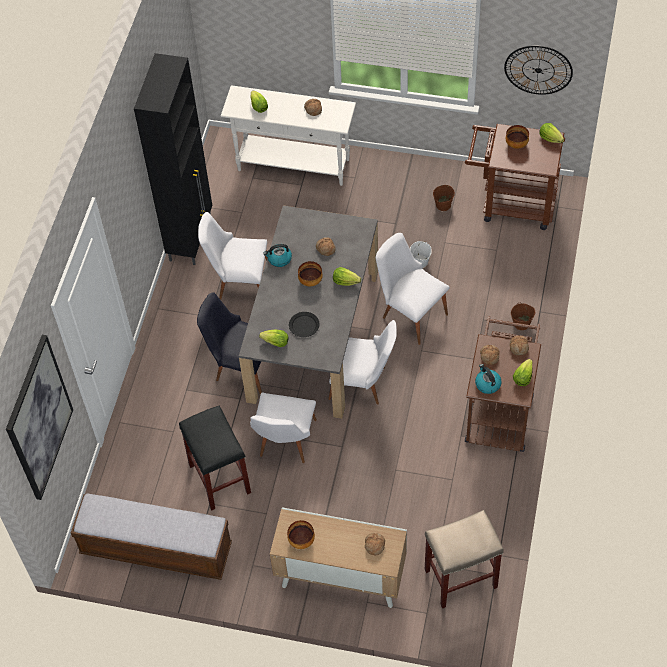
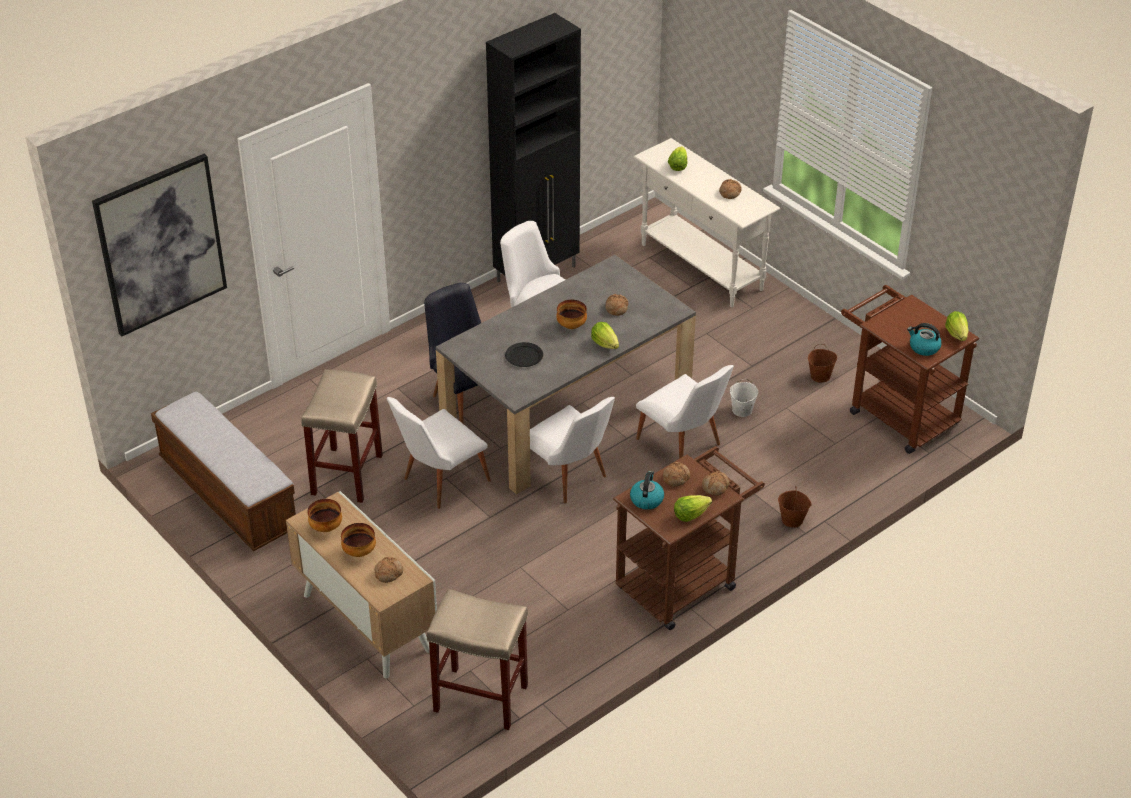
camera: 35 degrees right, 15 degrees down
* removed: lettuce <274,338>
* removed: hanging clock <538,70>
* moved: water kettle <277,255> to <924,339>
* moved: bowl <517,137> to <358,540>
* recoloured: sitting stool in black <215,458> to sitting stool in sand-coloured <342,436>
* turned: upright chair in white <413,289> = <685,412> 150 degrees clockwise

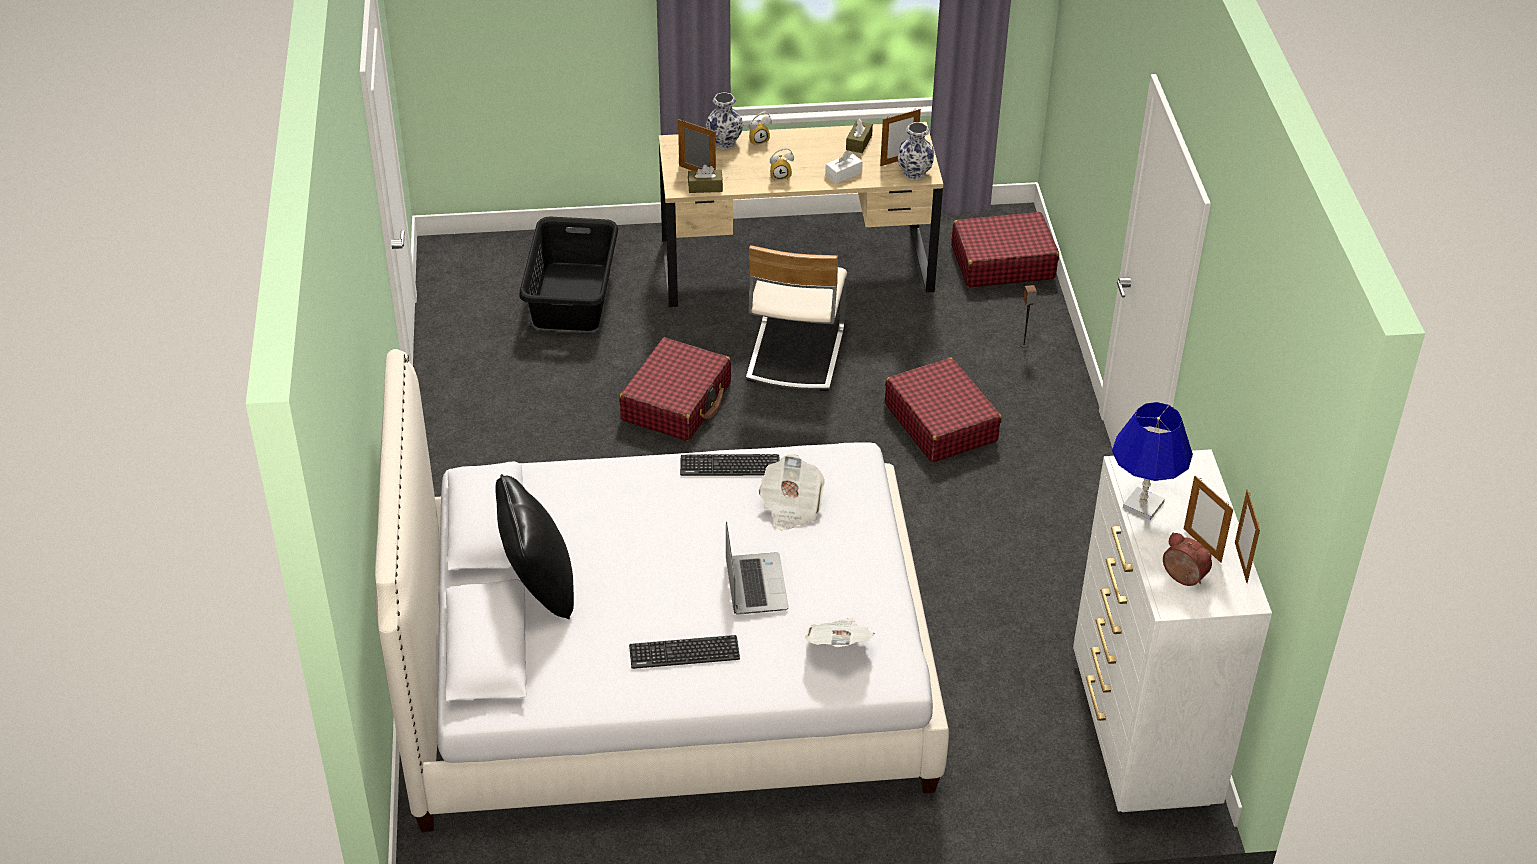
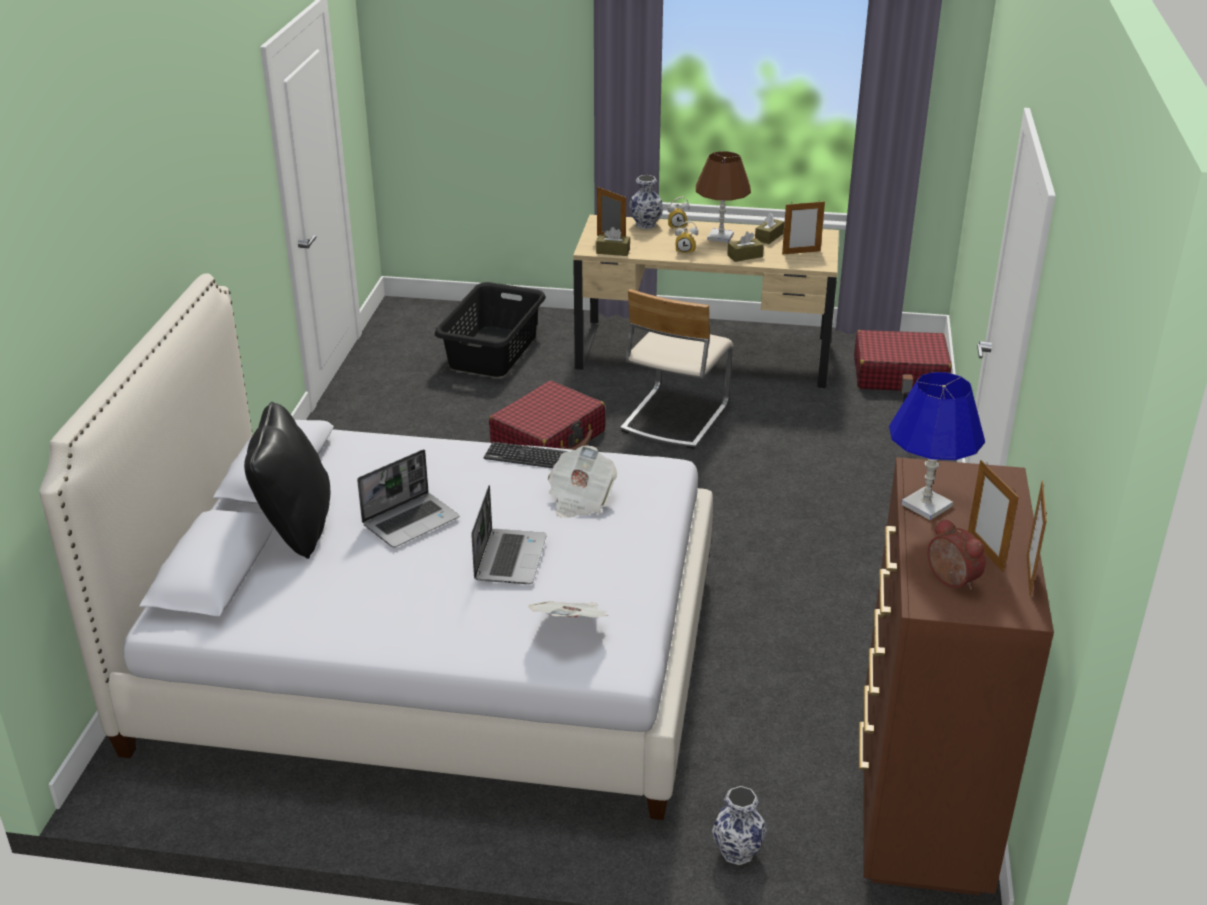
camera: 15 degrees right, 10 degrees down
* removed: computer keyboard <684,652>
* removed: piece of luggage in reddish <943,410>
* added: notebook computer <408,498>
* added: table lamp in brownish <723,197>
* moved: flower vase <916,151> to <739,825>
* recoloured: tissue holder in white <844,167> to tissue holder in brownish <745,247>
* recoloured: chest of drawers in white <1172,630> to chest of drawers in brownish <956,676>

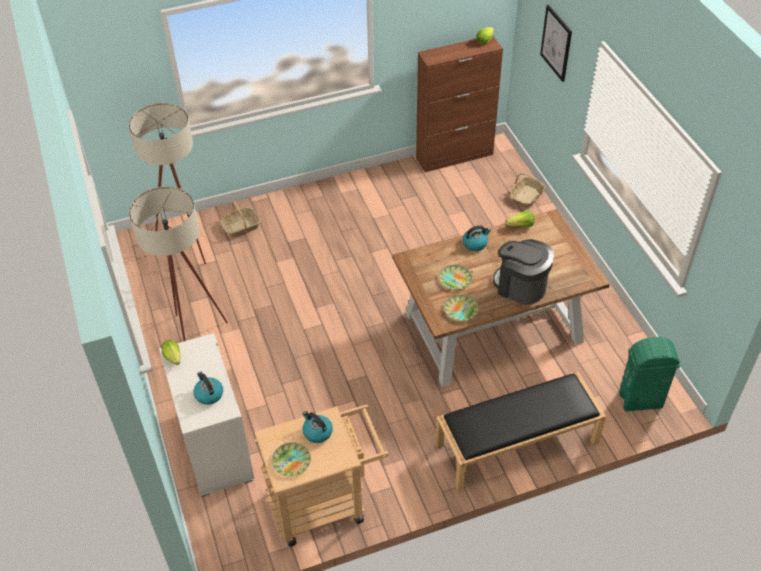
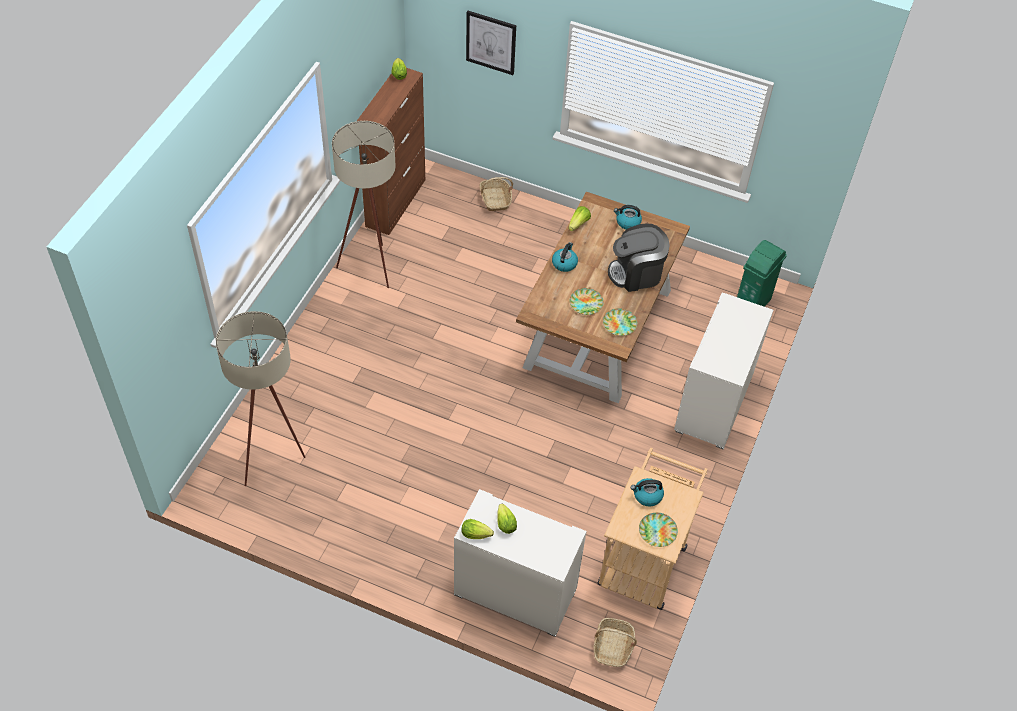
camera: 50 degrees left, 5 degrees up
* added: lettuce <507,519>
* moved: standing lamp in sand-coloured <178,263> to <364,204>
* moved: water kettle <208,388> to <628,217>
* moved: household basket <240,219> to <615,642>
* replaced: long seat in black <520,431> to chest of drawers in white <723,371>

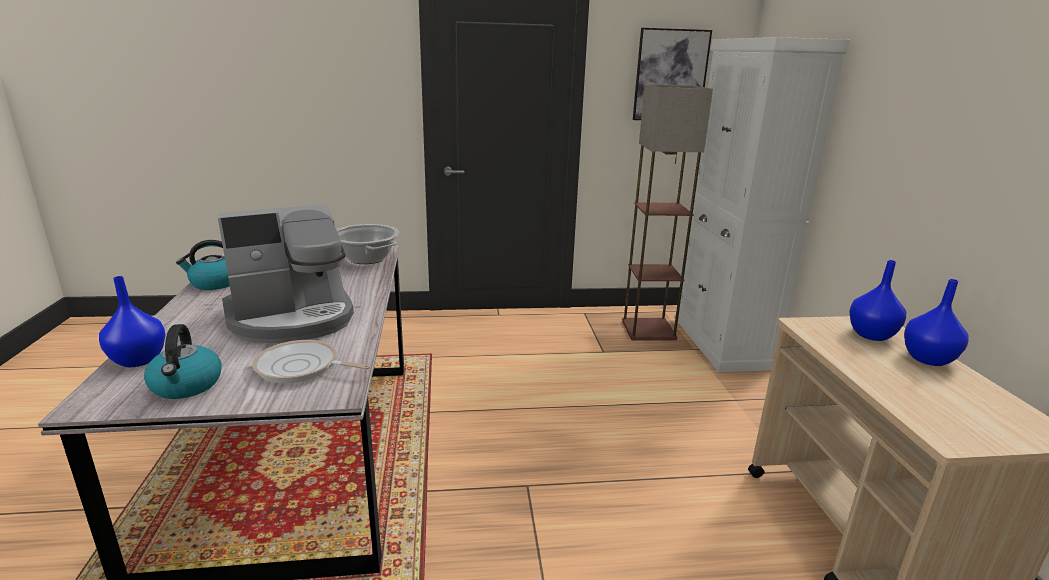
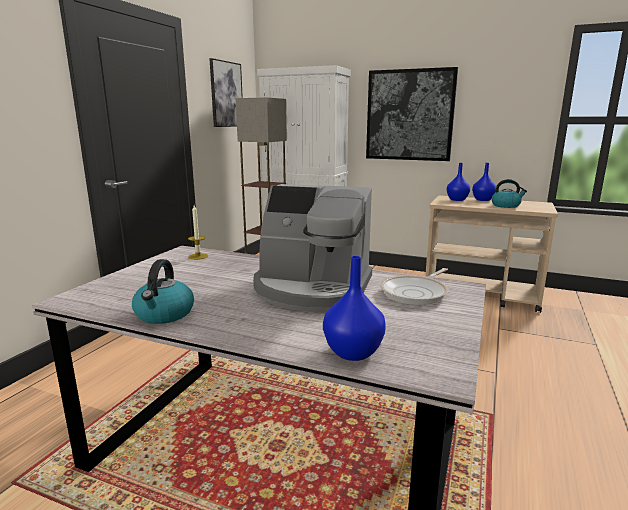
camera: 60 degrees left, 5 degrees down
* added: picture <412,114>
* moved: water kettle <183,361> to <509,193>
* replaced: saucepot <367,244> to wax candle <198,232>
* turned: coffee maker <286,273> = <312,248> 105 degrees clockwise

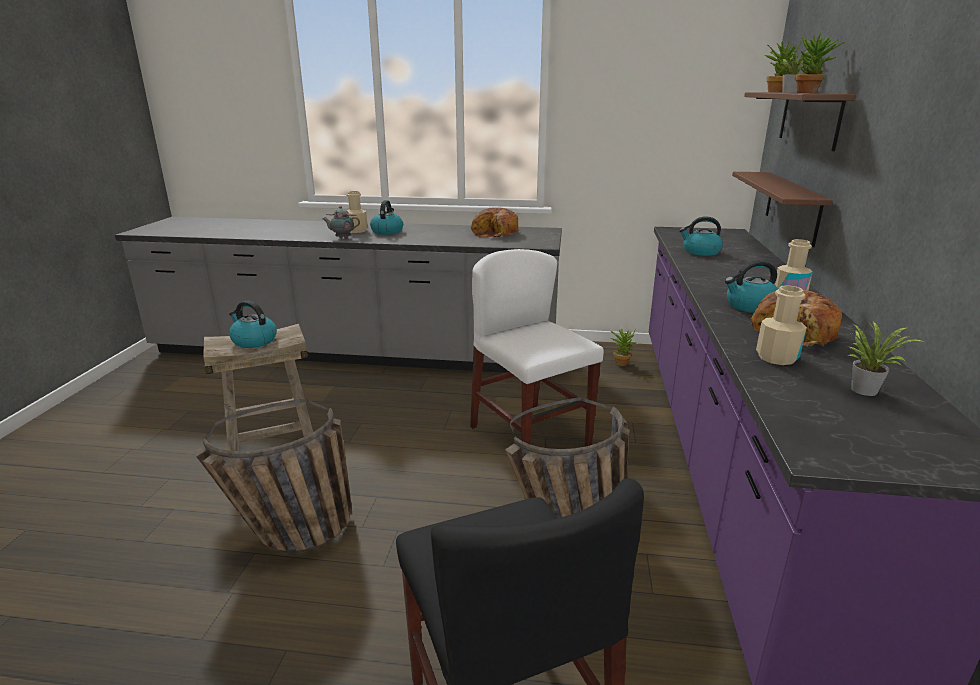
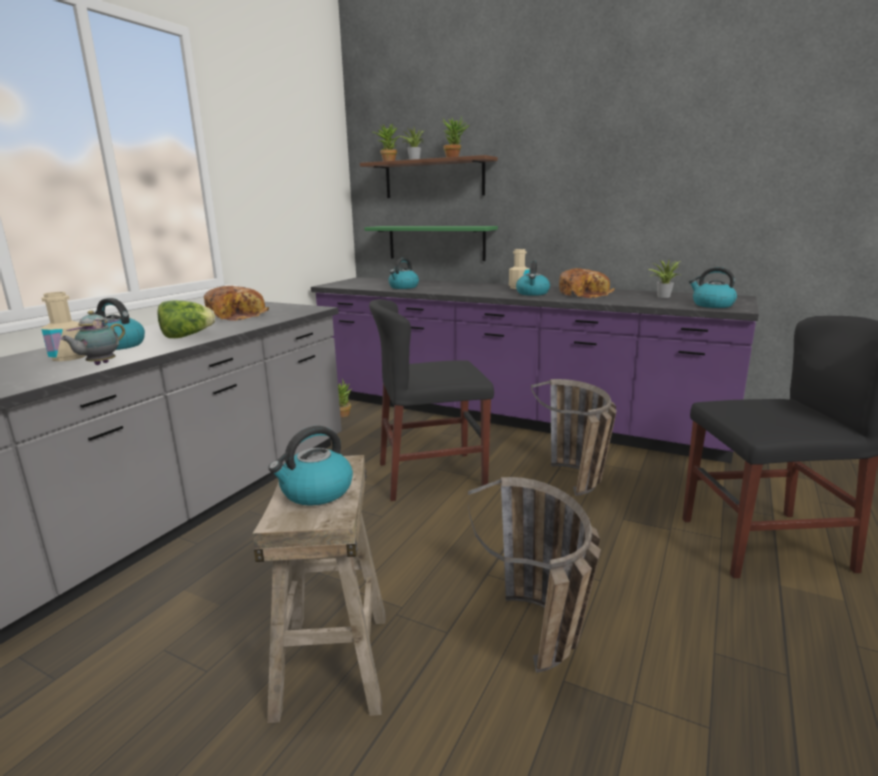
camera: 70 degrees left, 5 degrees down
* removed: beverage bottle in sand-coloured <781,325>
* added: lettuce <186,319>
* added: water kettle <713,287>
* recoloured: upright chair in white <537,348> to upright chair in black <431,400>
* recoloured: shelf in brownish <782,209> to shelf in green-coloured <431,243>

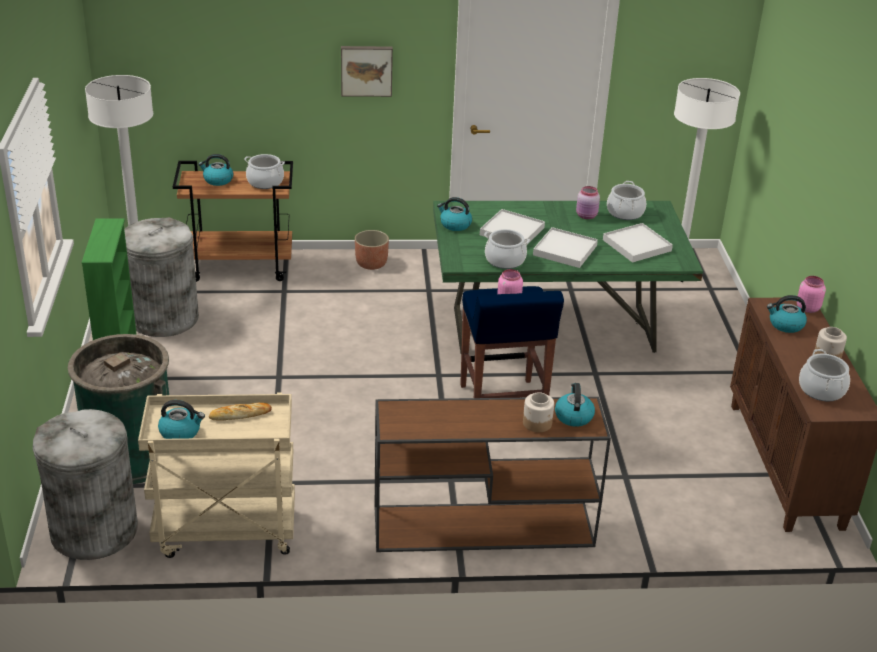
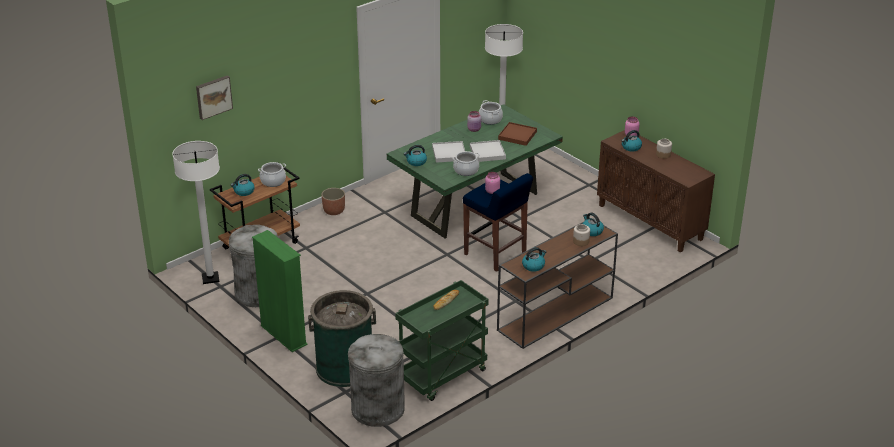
camera: 35 degrees left, 0 degrees up
* removed: saucepot <824,375>
* moved: water kettle <181,419> to <534,259>
* moved: picture <367,71> to <214,97>
* recoloured: wheeled cart in sand-coloured <216,475> to wheeled cart in green-coloured <442,340>
* recoloured: carrying tray in white <638,243> to carrying tray in brownish <517,134>

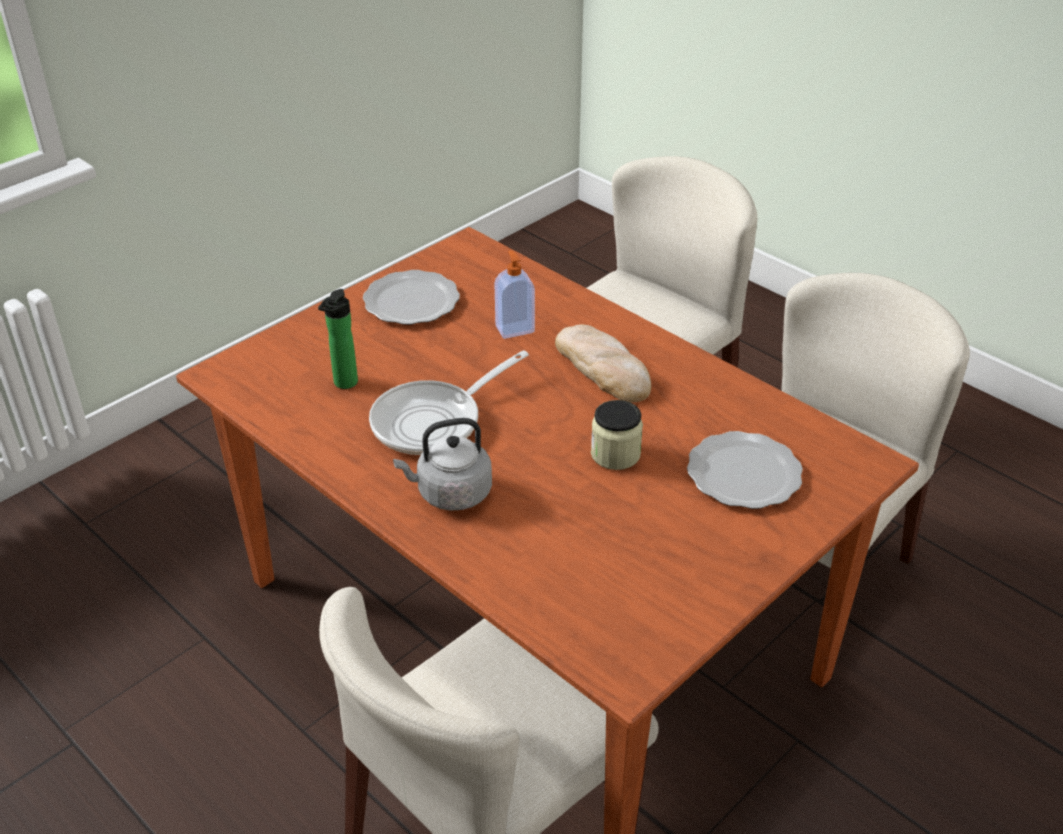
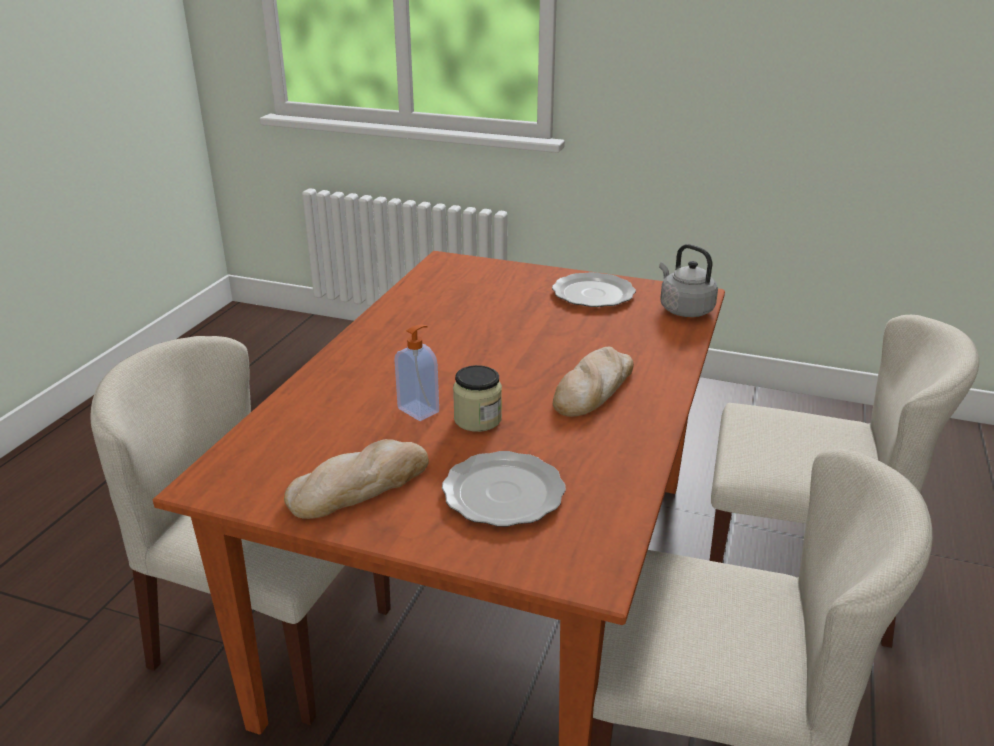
camera: 65 degrees right, 10 degrees down
* removed: beverage bottle <338,339>
* removed: frying pan <449,402>
* added: bread <356,479>
* moved: water kettle in gray <442,464> to <688,280>
* moved: soap bottle <515,295> to <416,373>

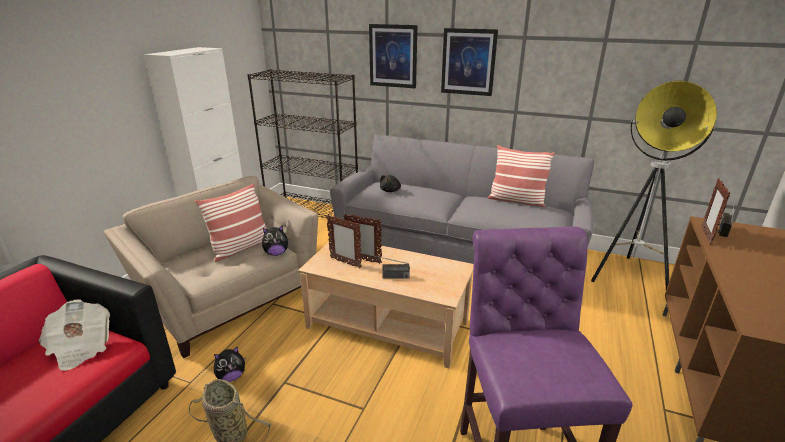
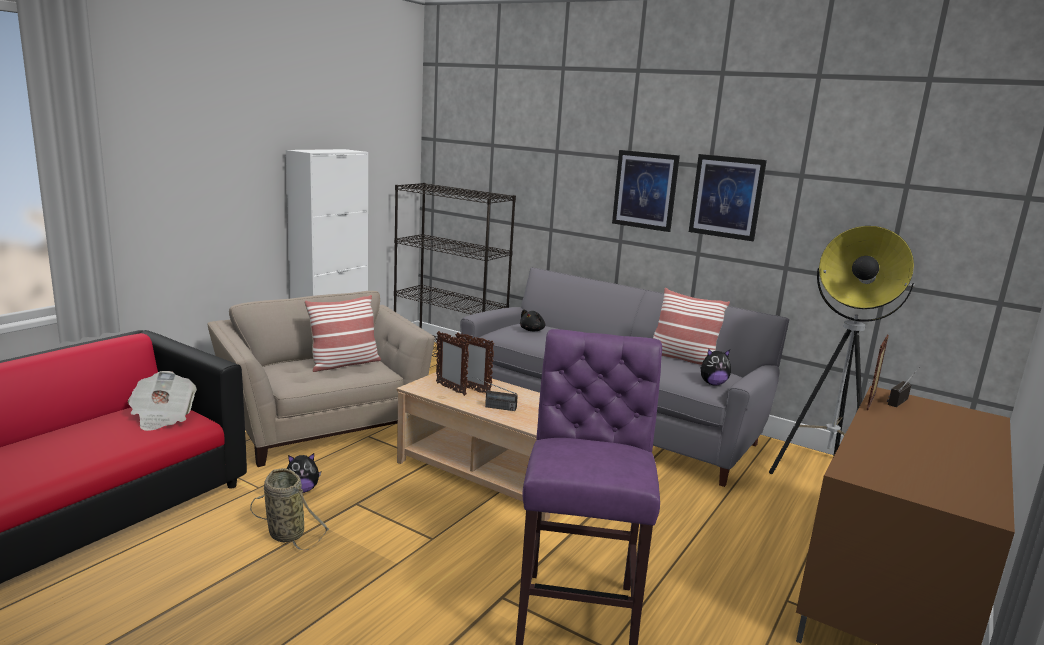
camera: 10 degrees right, 10 degrees down
* moved: cuddly toy <276,240> to <715,367>
* moved: picture <393,56> to <728,197>

